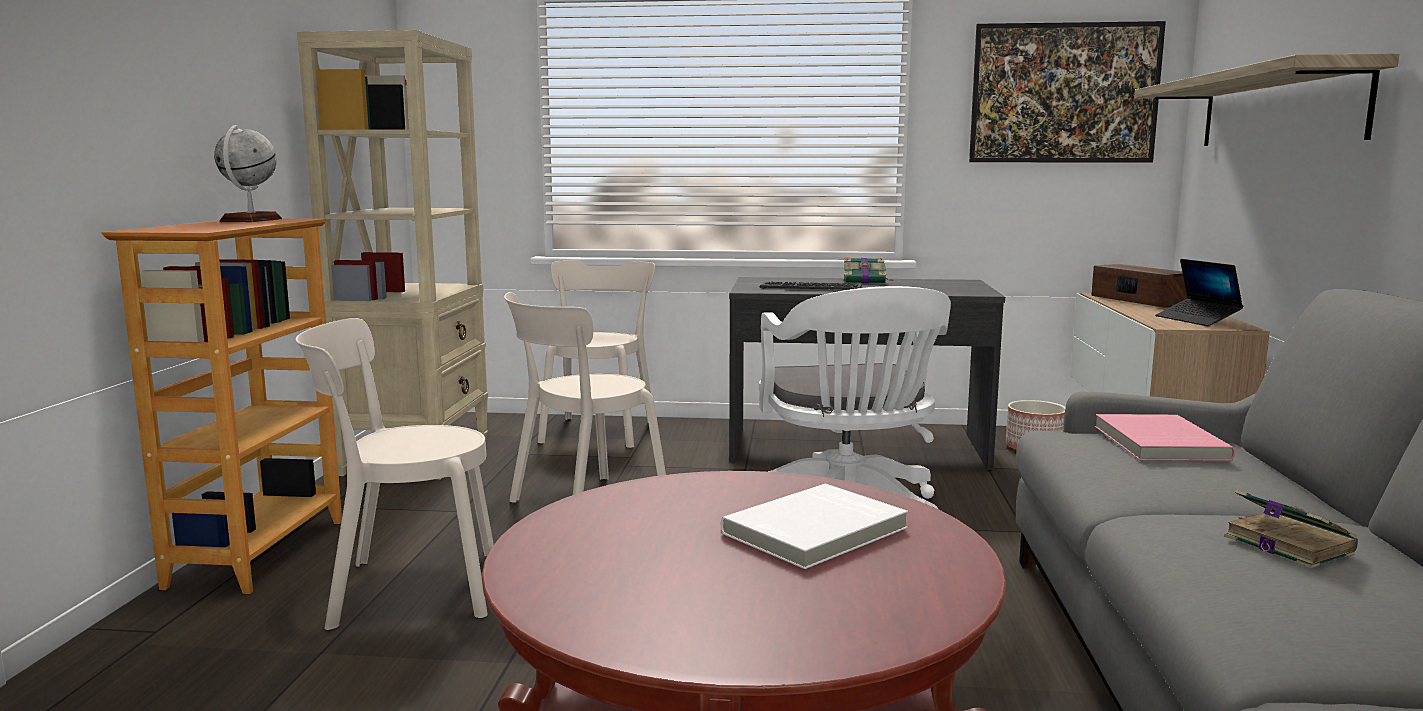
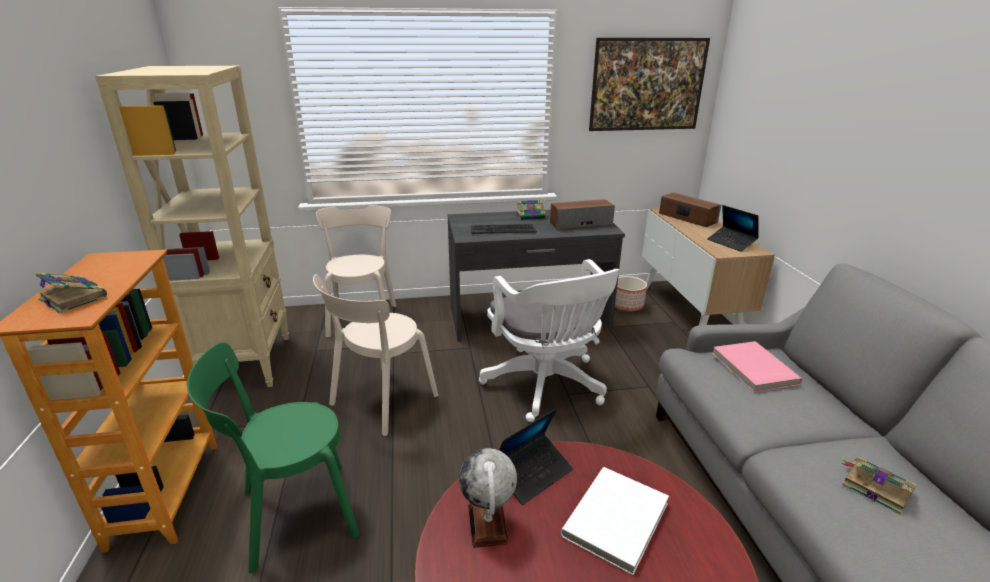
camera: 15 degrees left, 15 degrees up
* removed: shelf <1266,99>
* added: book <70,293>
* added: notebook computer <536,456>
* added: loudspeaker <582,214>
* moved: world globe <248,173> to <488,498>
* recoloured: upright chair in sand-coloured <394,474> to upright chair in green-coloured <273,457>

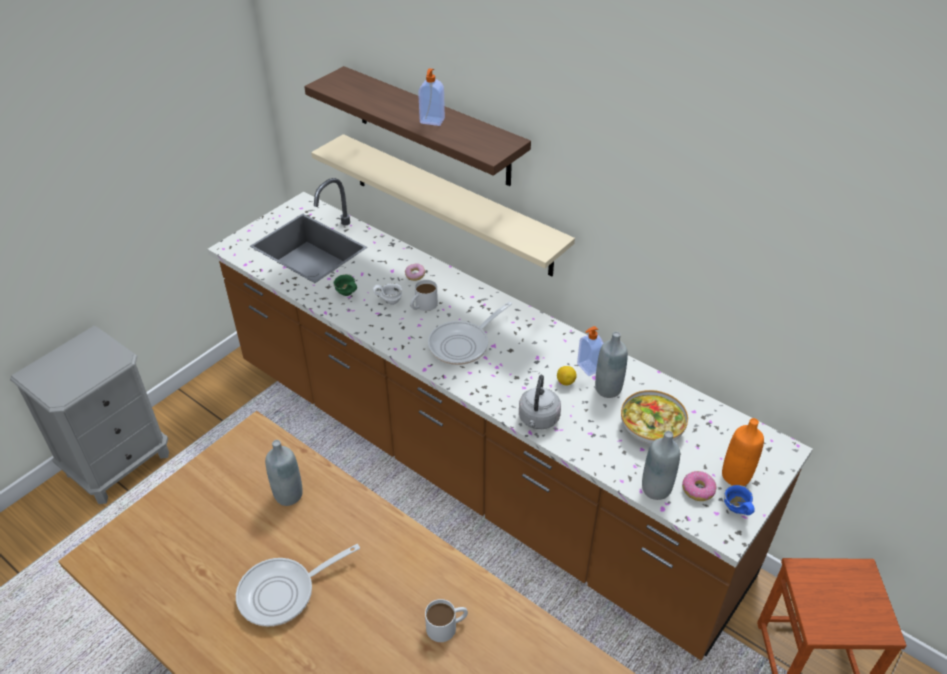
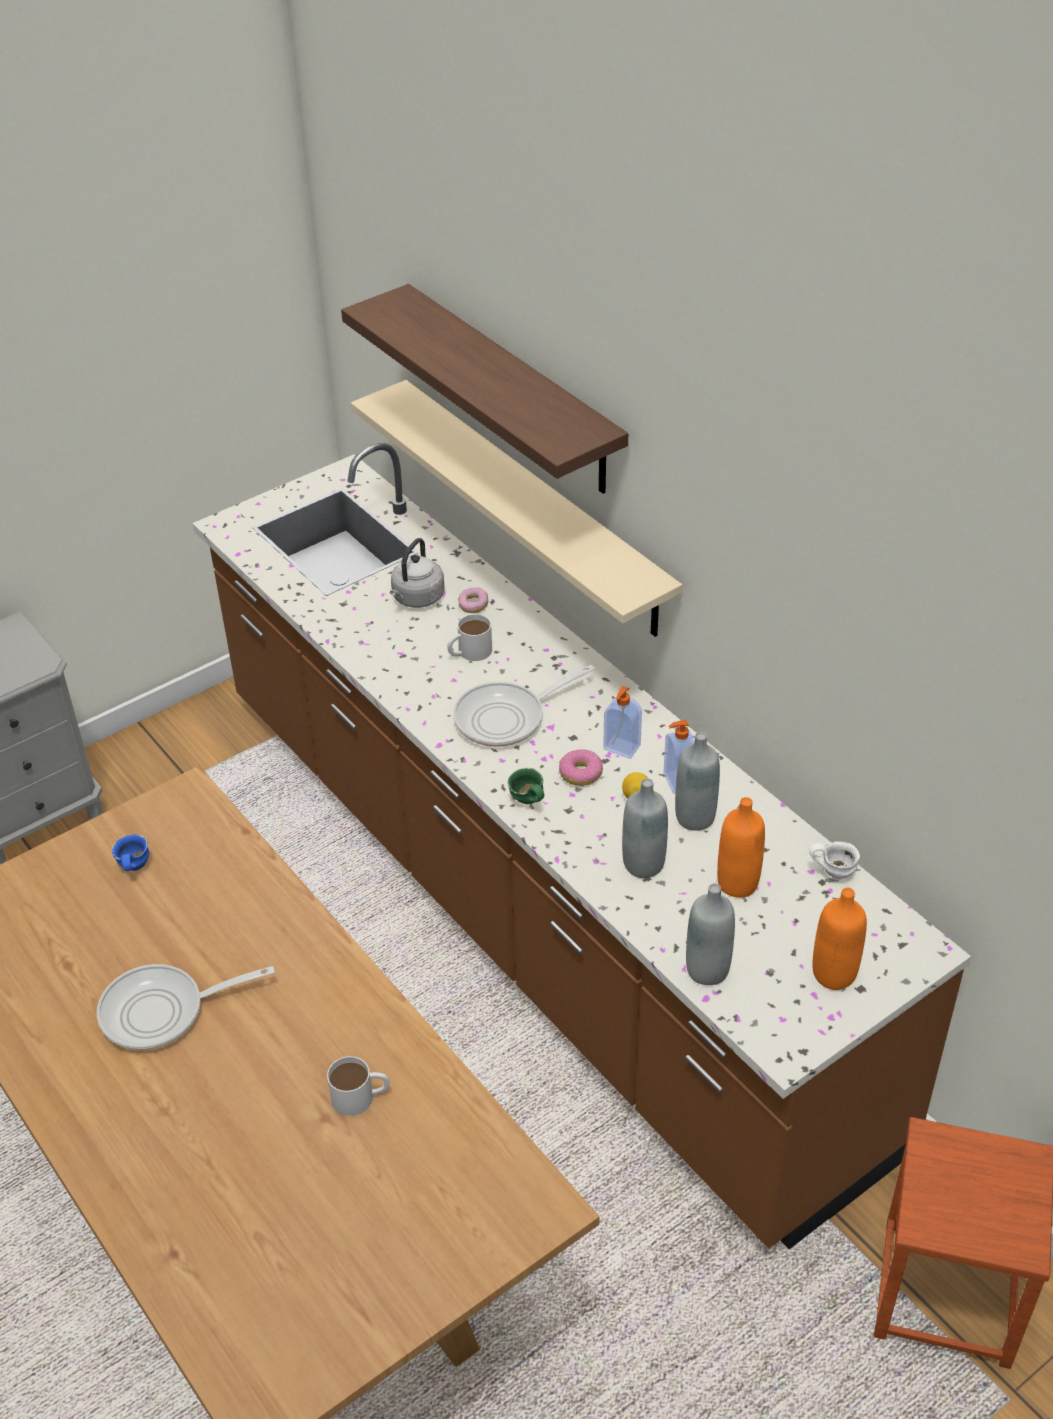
camera: 15 degrees right, 0 degrees up
* moved: beverage bottle in gray <284,473> to <645,828>
* moved: tea mug in green-coloured <345,285> to <525,786>
* moved: tea mug in white <387,294> to <834,860>
* moved: soap bottle <431,97> to <622,722>
* moved: water kettle in gray <540,402> to <417,573>
* moved: doughnut <699,486> to <581,767>
* moved: tea mug in bluish <739,500> to <130,852>
* replaced: bowl <654,417> to beverage bottle in orange-coloured <741,847>

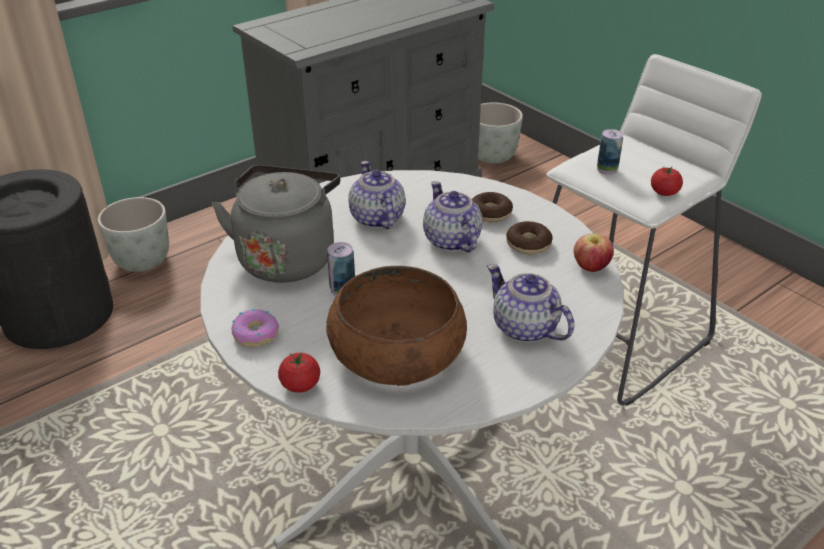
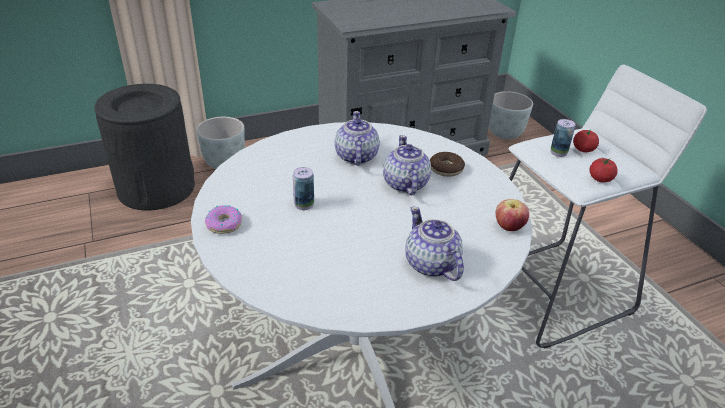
camera: 15 degrees right, 0 degrees up
* removed: water kettle in gray <276,224>
* removed: bowl in brownish <396,326>
* removed: doughnut <529,238>
* moved: whole tomato <299,372> to <586,140>

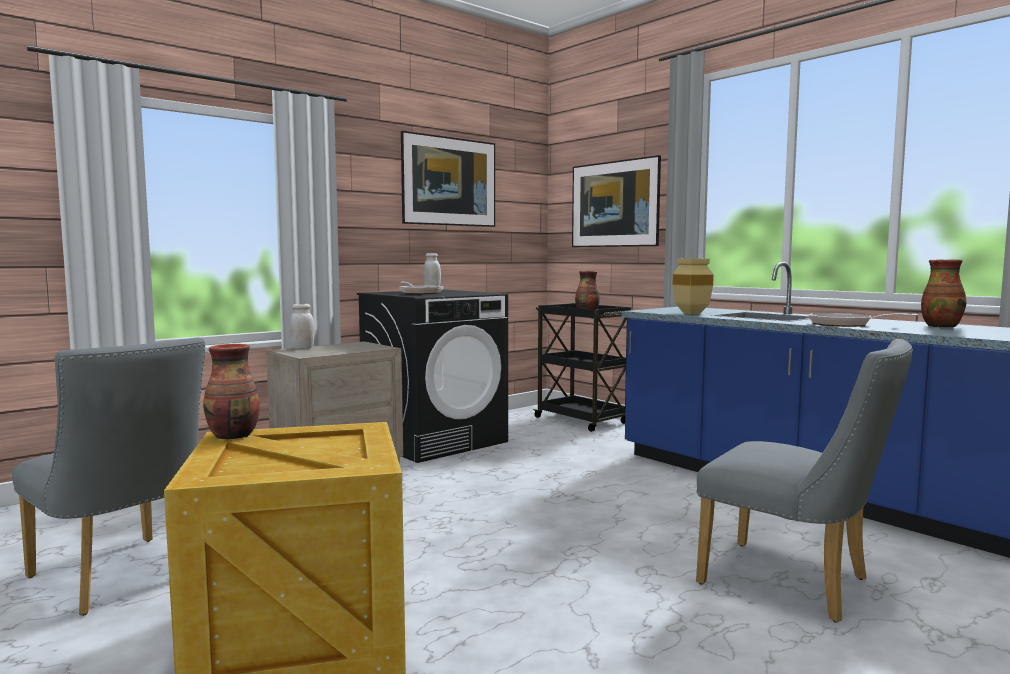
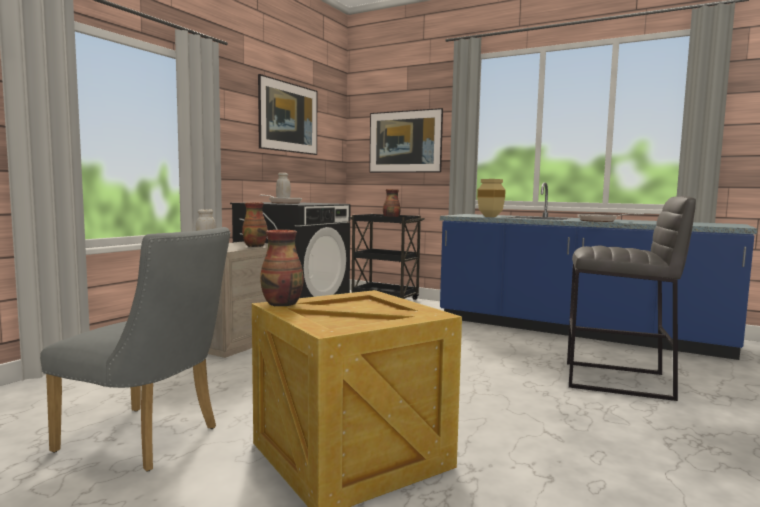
camera: 20 degrees left, 0 degrees up
* moved: flower vase <943,293> to <255,224>
* replaced: upright chair in gray <804,481> to sitting stool in gray <631,298>

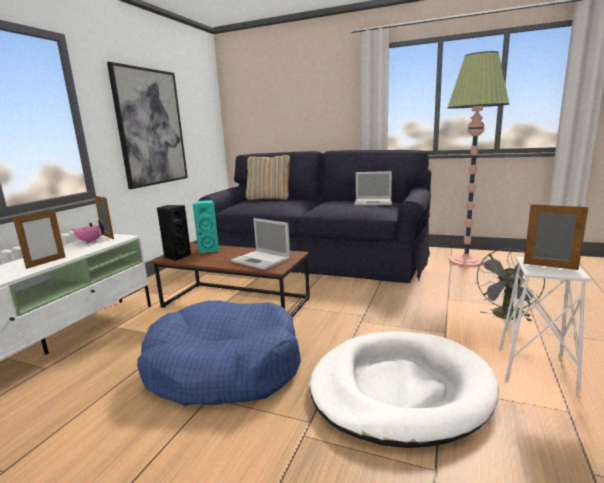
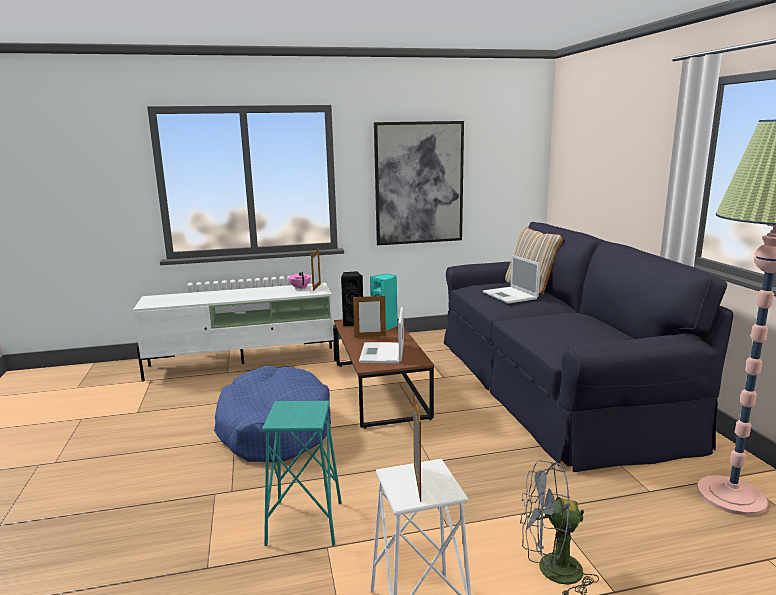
camera: 55 degrees right, 0 degrees up
* moved: picture frame <39,239> to <369,316>
* moved: notebook computer <373,188> to <512,279>
* replaced: dog cushion in white <404,389> to sitting stool in turquoise <302,473>

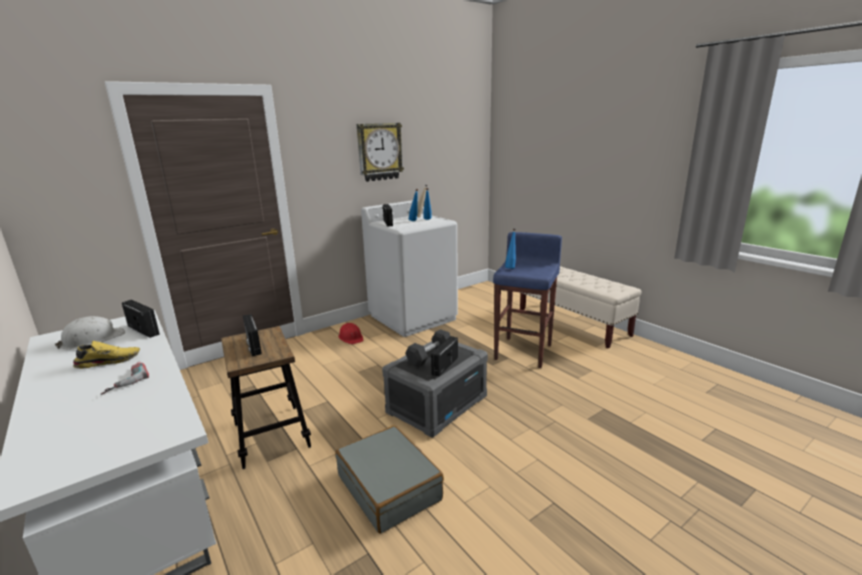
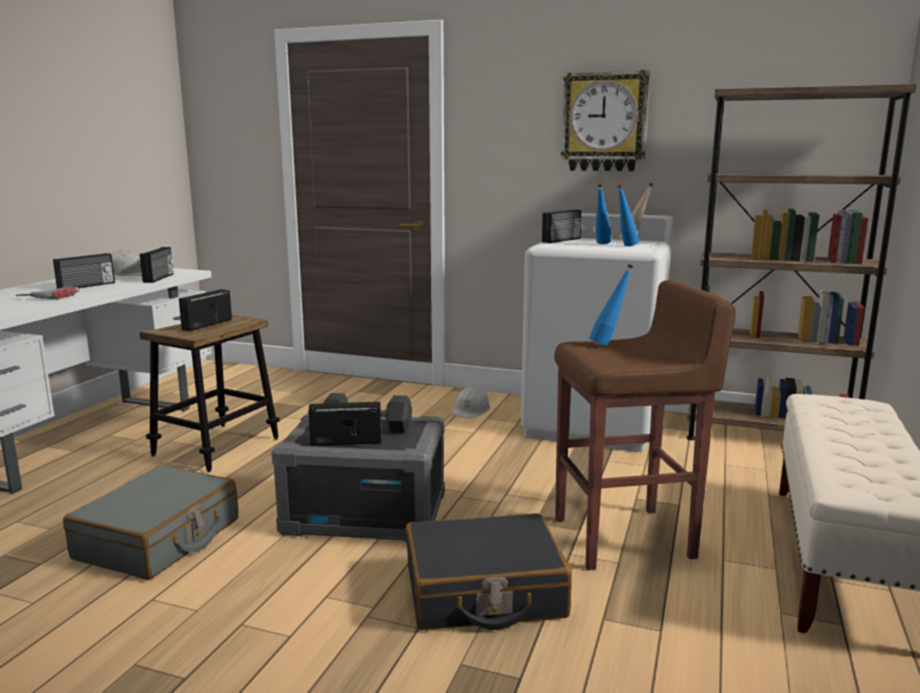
camera: 55 degrees right, 5 degrees down
* added: piece of luggage in black <489,571>
* added: bookshelf in brownish <802,262>
* replaced: shoe in yellow-coloured <106,355> to radio <84,271>
* recoloured: safety helmet in reddish <350,333> to safety helmet in white <471,402>
* recoloured: sitting stool in bluish <527,300> to sitting stool in brownish <645,425>

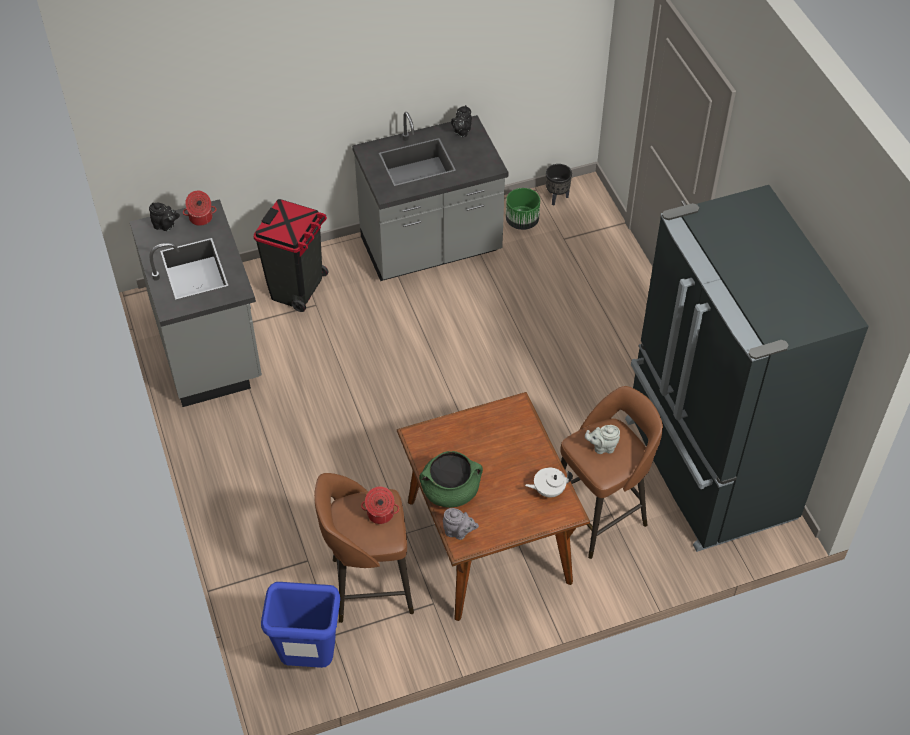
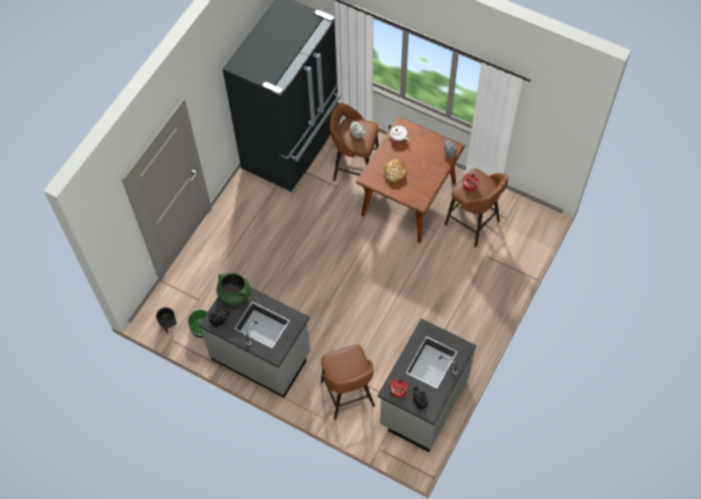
camera: 130 degrees left, 10 degrees up
* removed: trash can in bluish <300,625>
* added: bread <395,171>
* moved: saucepot in green-coloured <451,479> to <234,289>
* replaced: trash can in black <291,255> to sitting stool in brownish <348,382>

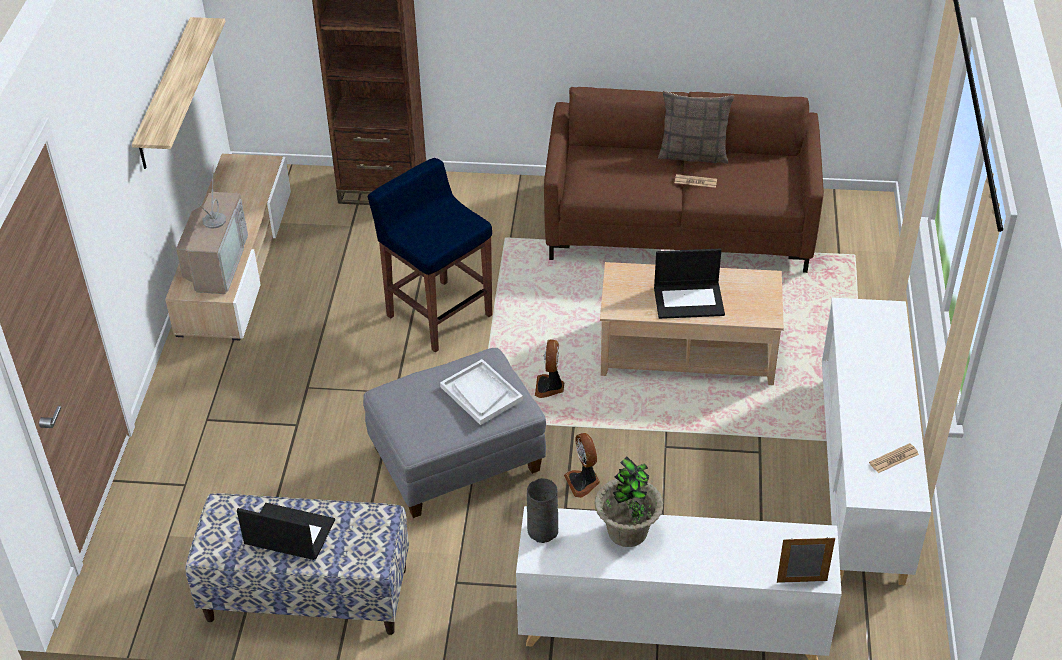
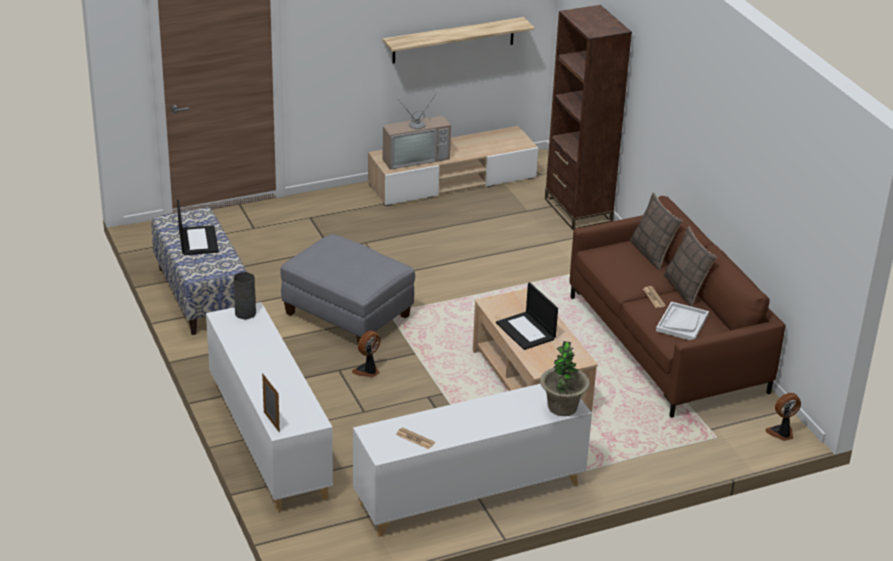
camera: 60 degrees right, 10 degrees down
* removed: sitting stool in bluish <430,255>
* added: pillow <656,231>
* moved: carrying tray in white <481,392> to <682,321>
* moved: electric fan <549,368> to <783,417>
* moved: plant in a pot <629,502> to <565,378>

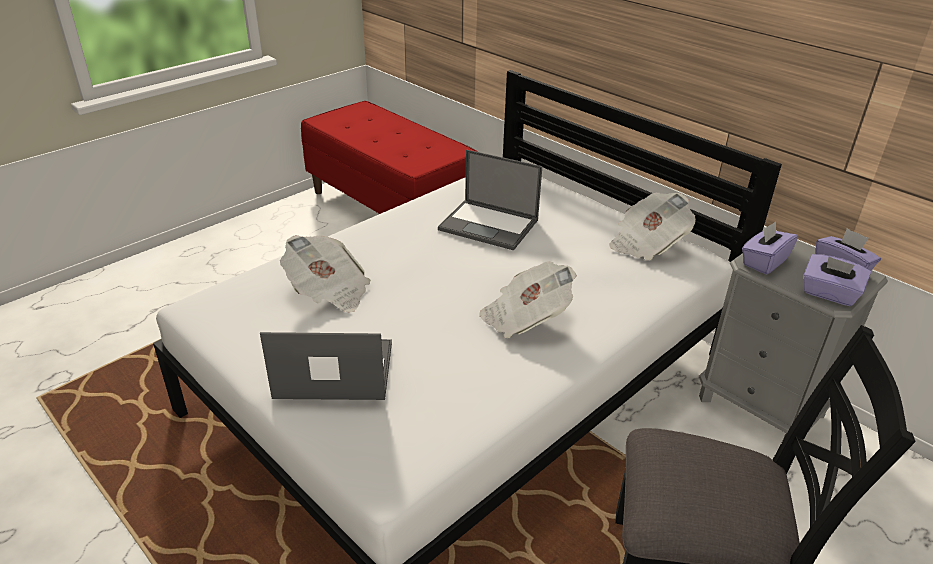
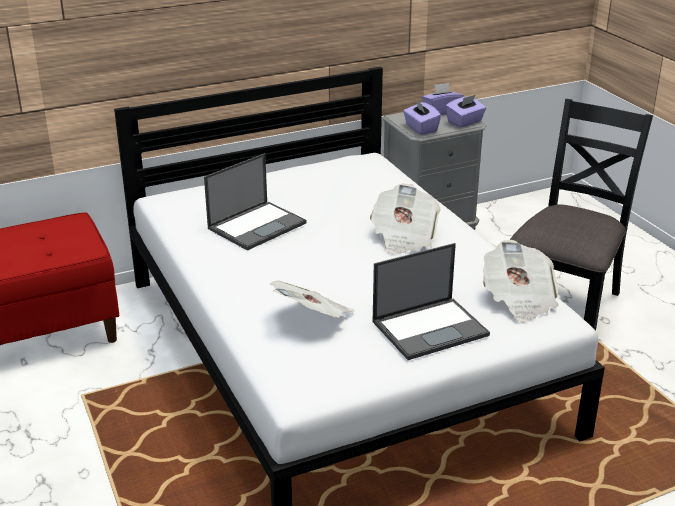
camera: 70 degrees left, 5 degrees down
* moved: daily paper <652,226> to <521,281>
* turned: notebook computer <326,366> = <431,301> 135 degrees counterclockwise

